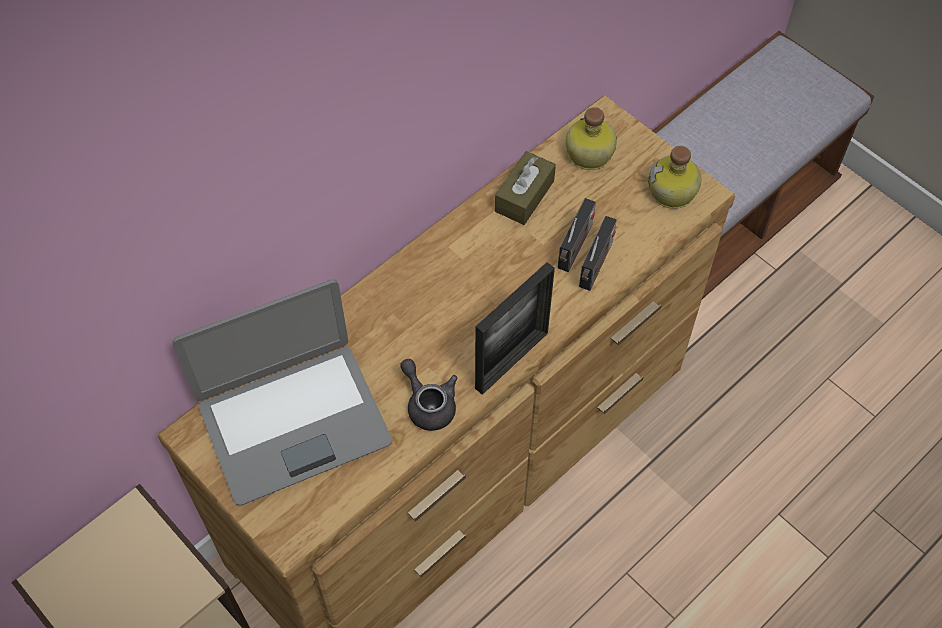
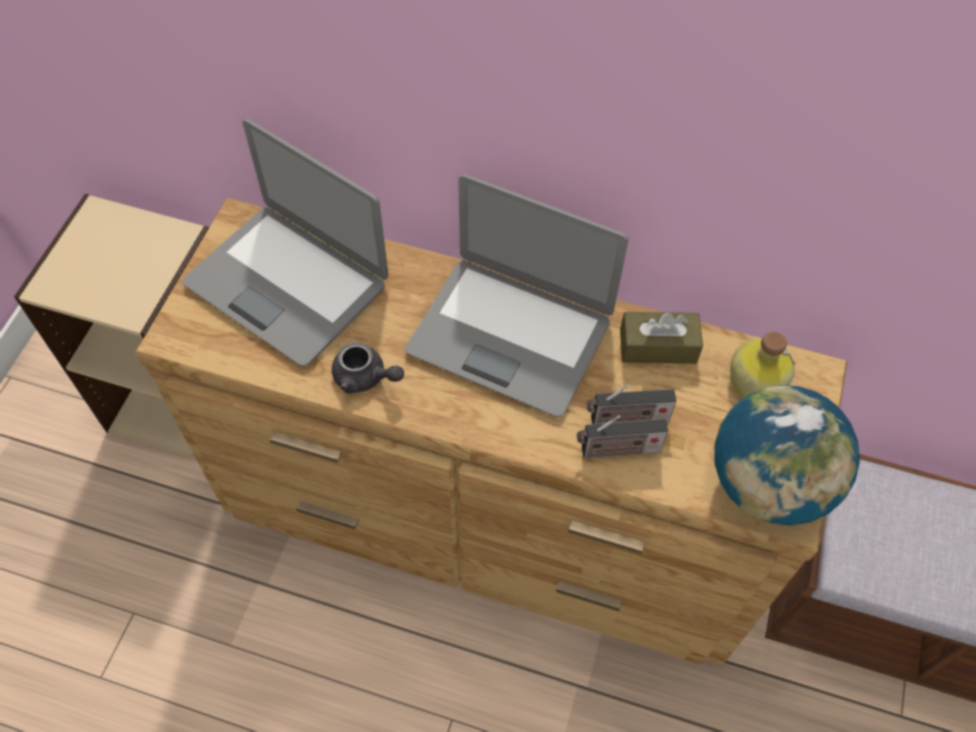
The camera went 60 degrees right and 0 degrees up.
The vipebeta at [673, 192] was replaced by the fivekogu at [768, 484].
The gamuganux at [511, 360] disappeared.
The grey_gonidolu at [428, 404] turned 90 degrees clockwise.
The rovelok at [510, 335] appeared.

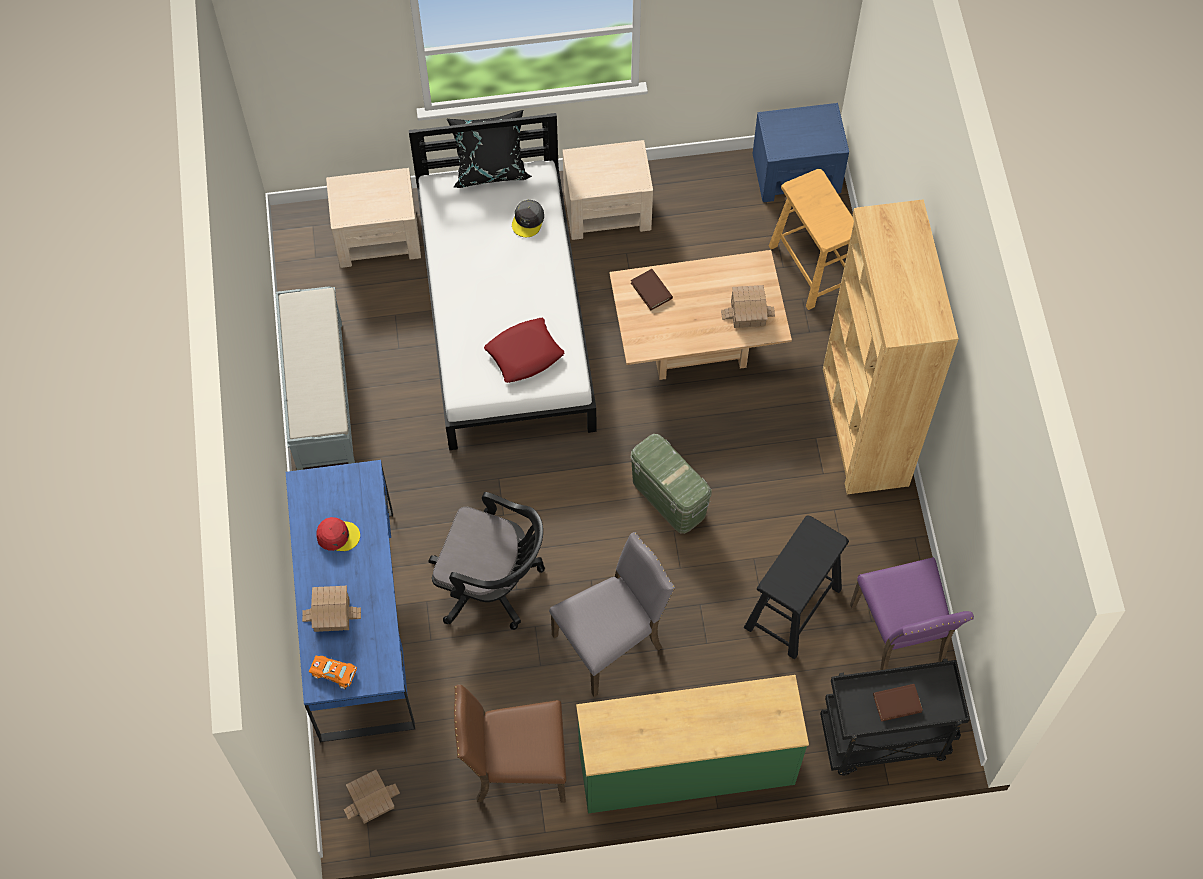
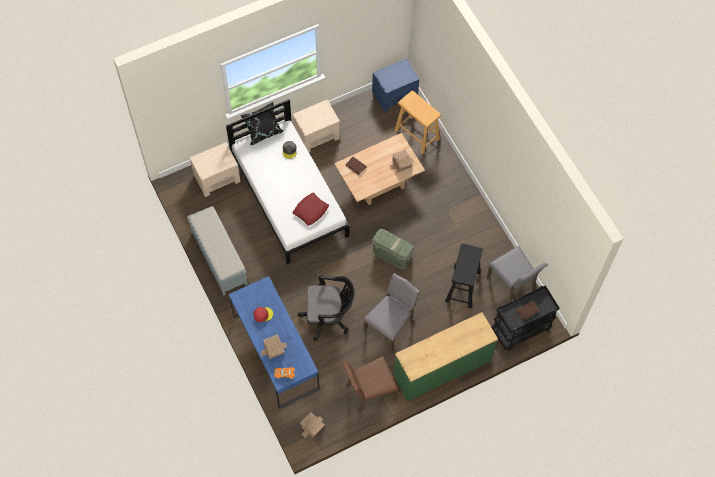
The camera went 20 degrees left and 0 degrees up.
The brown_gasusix at [864, 427] disappeared.
The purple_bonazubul at [900, 636] became the grey_bonazubul at [512, 284].

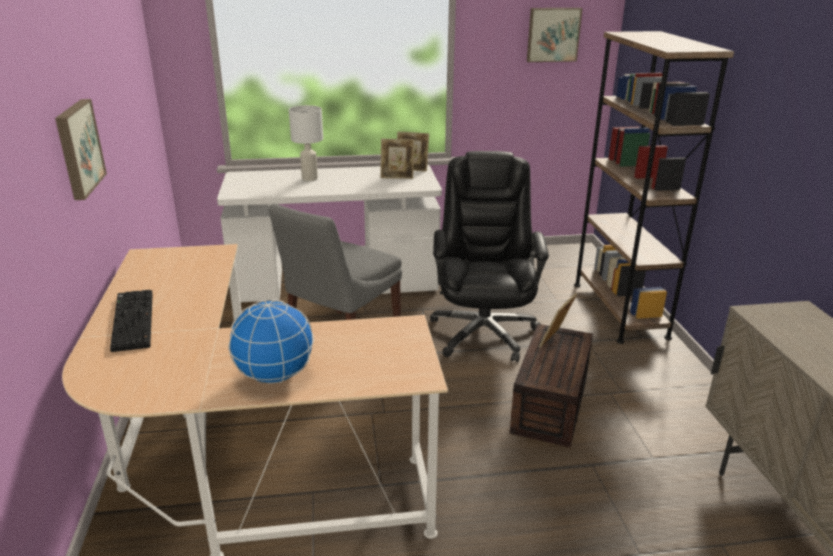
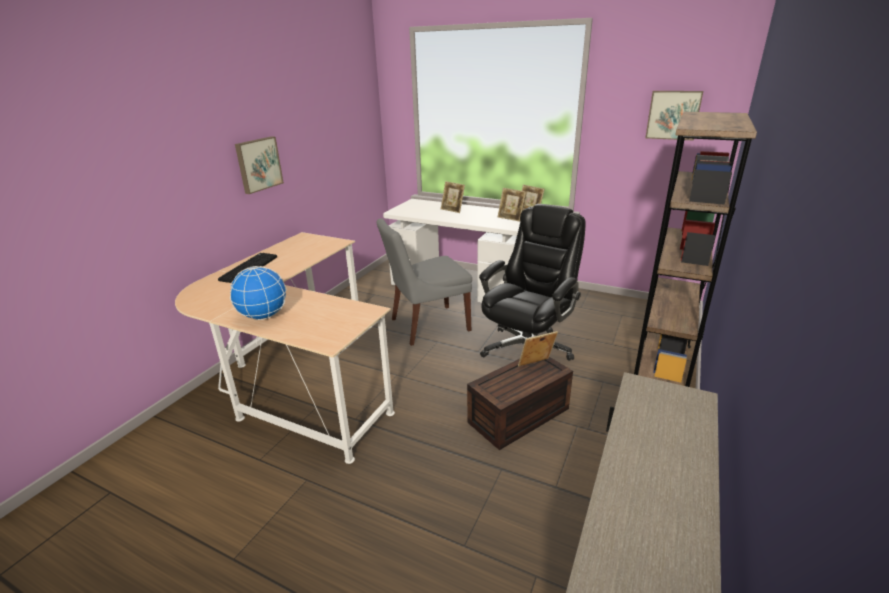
The camera went 35 degrees right and 0 degrees up.
The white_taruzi at [310, 178] was replaced by the gamuganux at [452, 210].

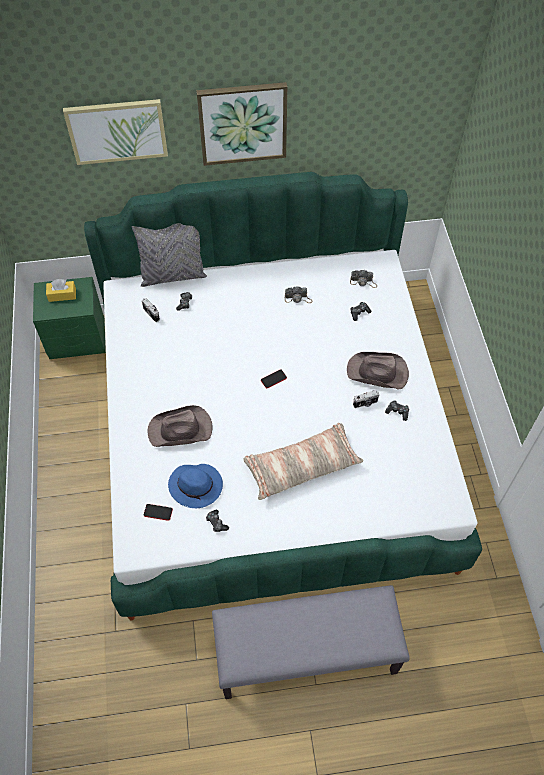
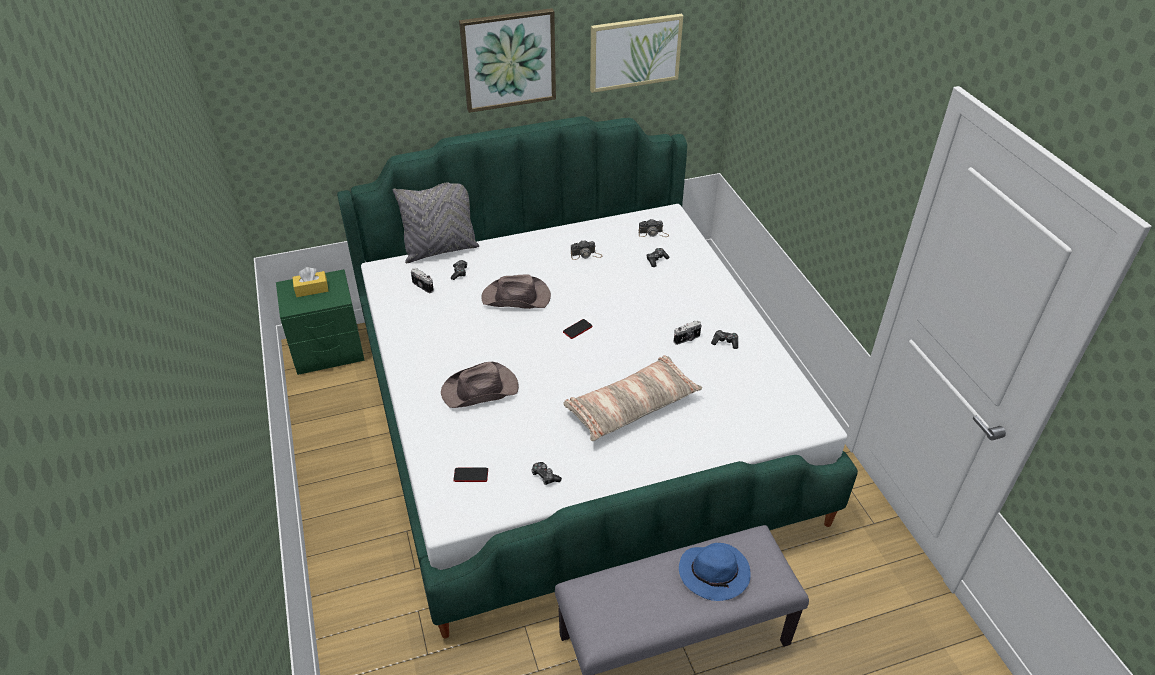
The camera went 10 degrees left and 15 degrees down.
The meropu moved from [117, 131] to [635, 52].
The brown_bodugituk moved from [378, 373] to [517, 298].
The blue_bodugituk moved from [196, 486] to [715, 573].

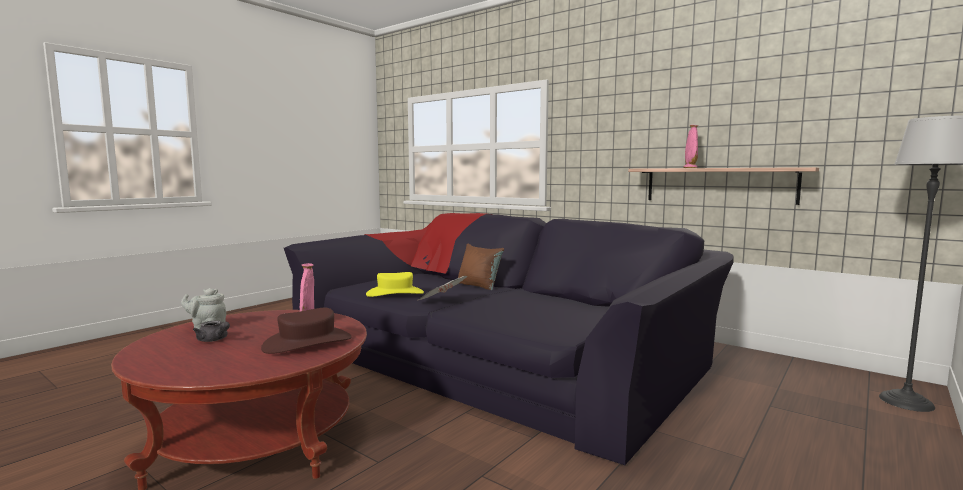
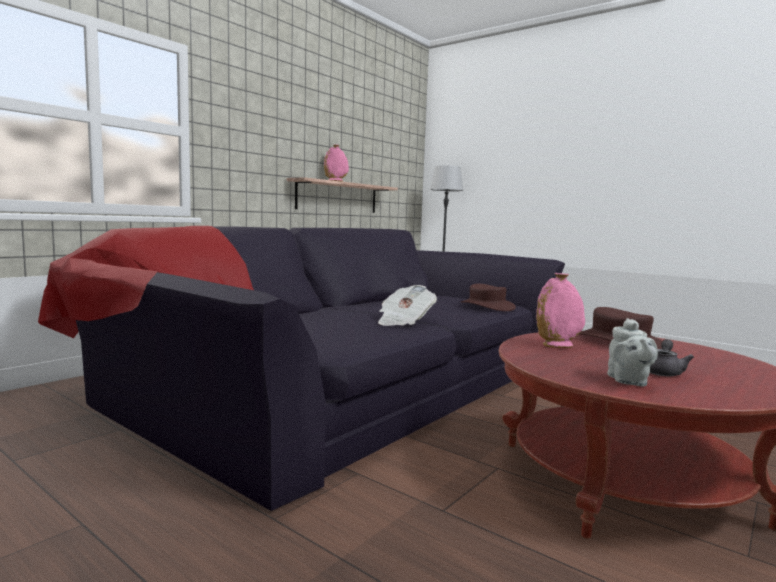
The camera went 90 degrees left and 0 degrees up.
The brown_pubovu at [479, 286] disappeared.
The yellow_bodugituk at [395, 293] disappeared.
The brown_bodugituk at [486, 306] appeared.

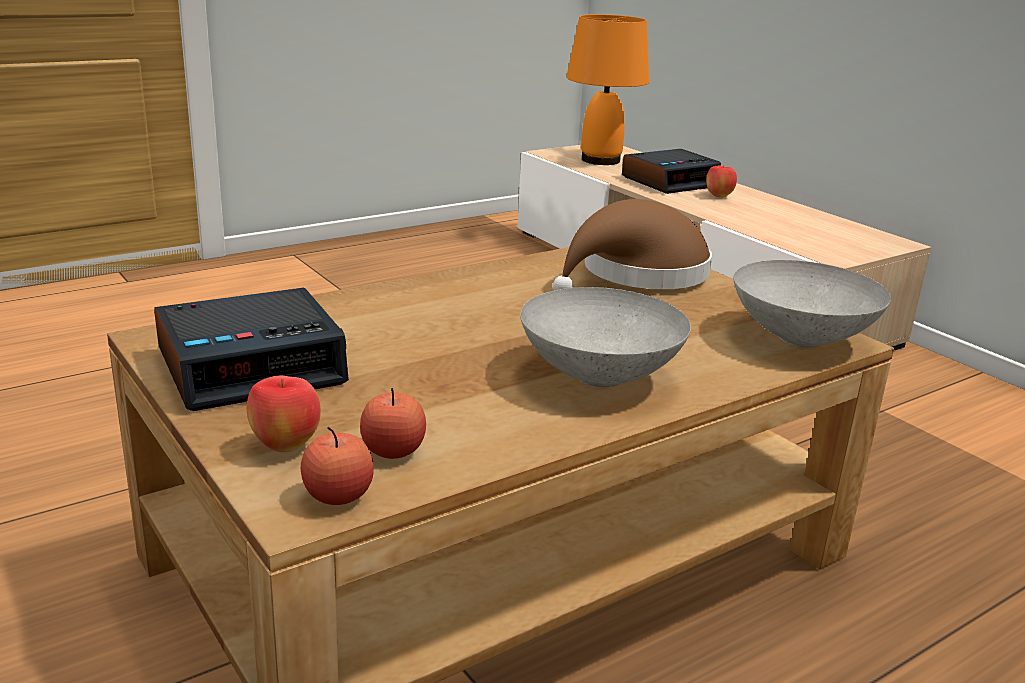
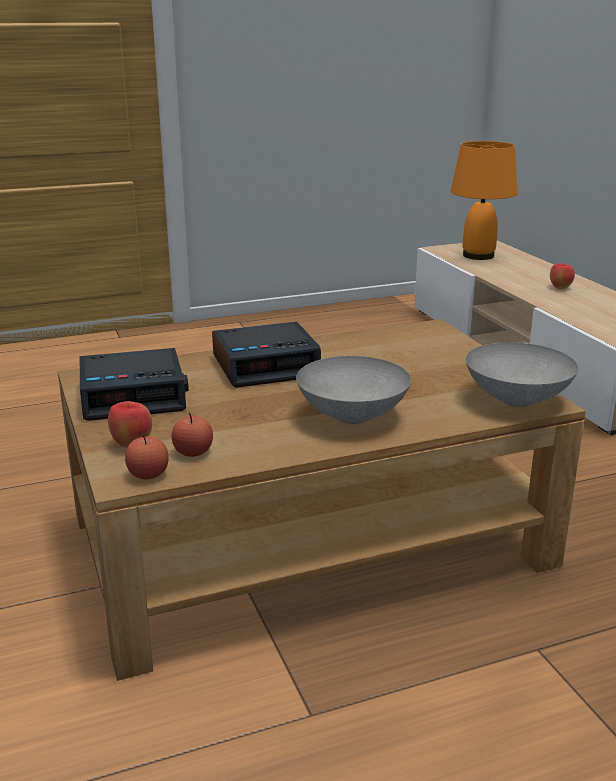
The camera went 15 degrees right and 0 degrees up.
The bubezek moved from [670, 181] to [266, 365].
The brown_bodugituk at [637, 274] disappeared.

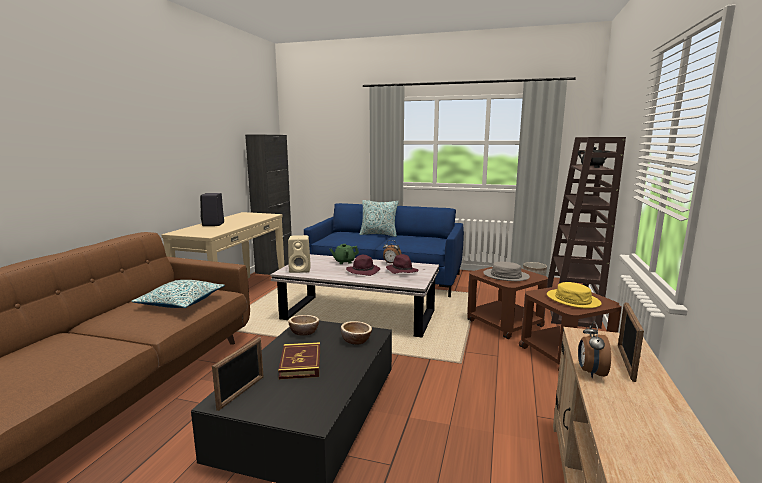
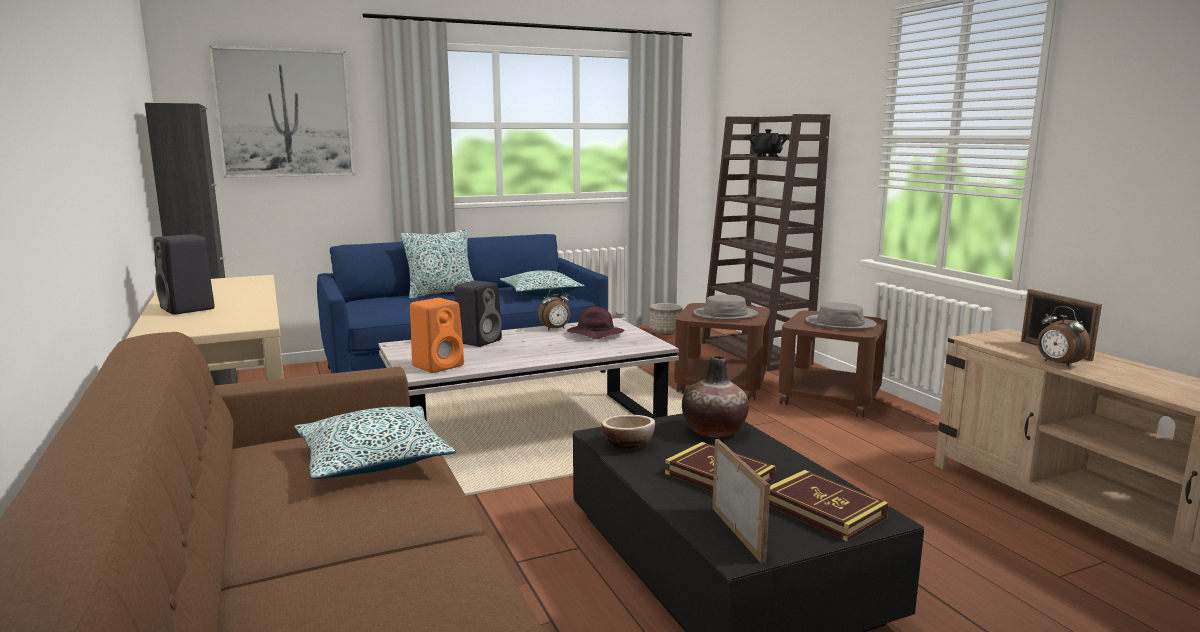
The camera went 40 degrees left and 0 degrees up.
The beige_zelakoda at [300, 270] became the orange_zelakoda at [439, 365].
The green_gonidolu at [344, 262] was replaced by the black_zelakoda at [479, 341].
The purple_bodugituk at [363, 271] disappeared.
The yellow_bodugituk at [573, 300] became the grey_bodugituk at [840, 323].
The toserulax at [356, 340] was replaced by the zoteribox at [714, 430].
The meropu at [285, 113] appeared.
The pubovu at [541, 293] appeared.
The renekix at [823, 510] appeared.

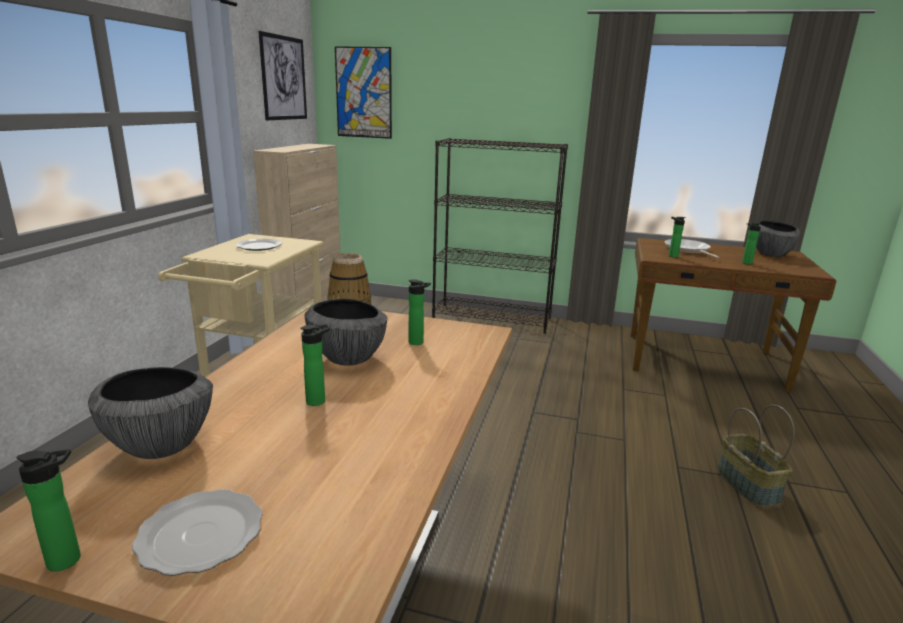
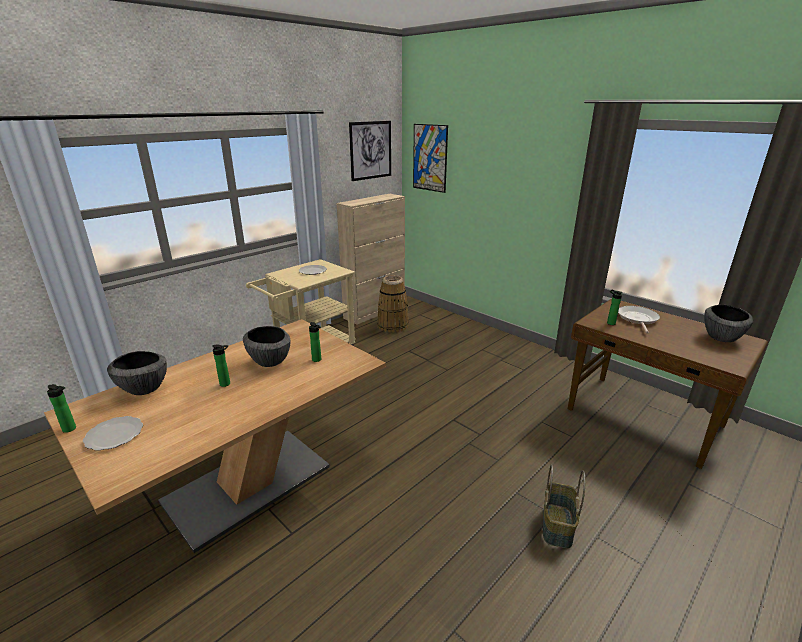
The camera went 30 degrees right and 5 degrees up.
The black_gasusix at [492, 318] disappeared.
The vipebeta at [745, 263] disappeared.

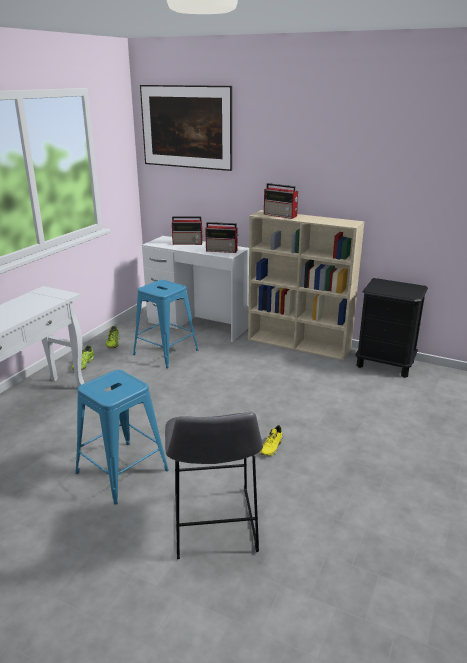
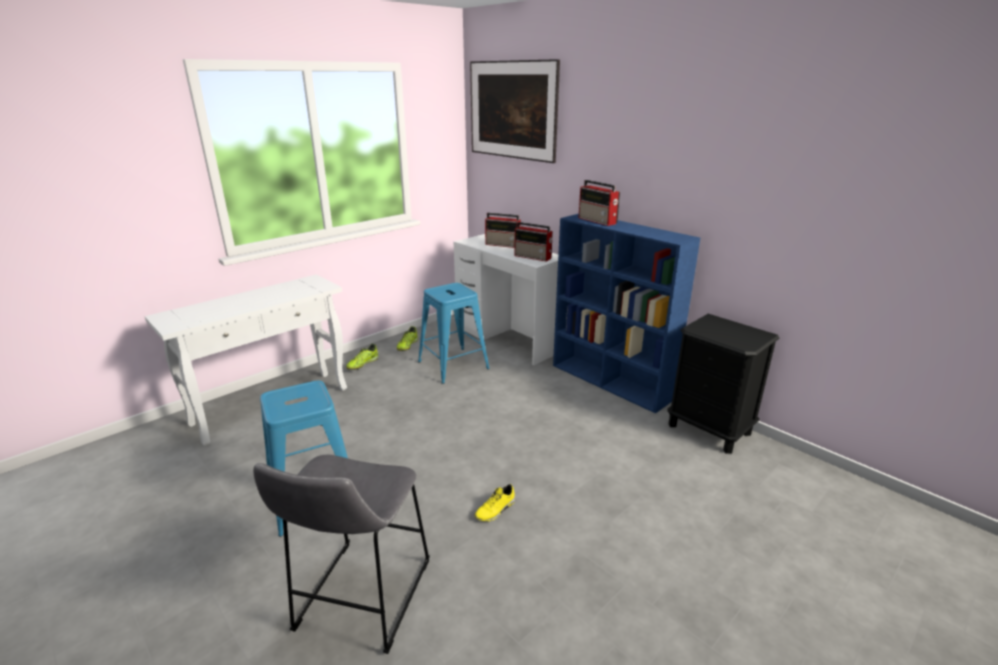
The camera went 20 degrees right and 0 degrees up.
The beige_gasusix at [299, 344] became the blue_gasusix at [611, 382].

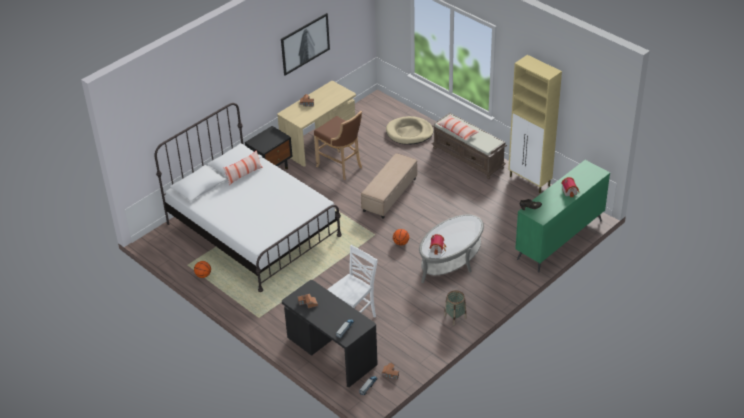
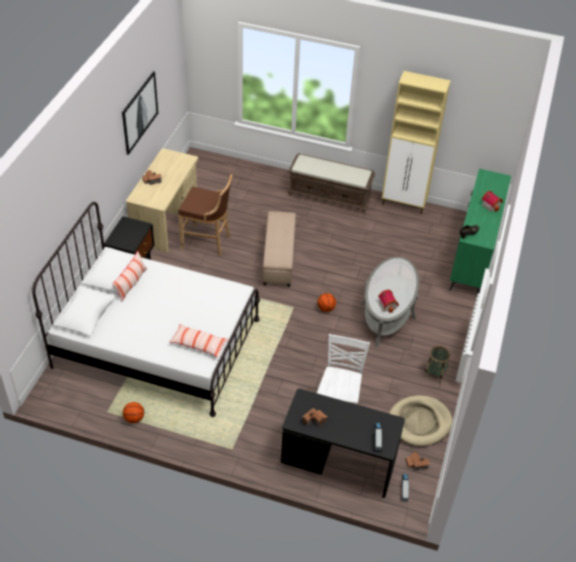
The camera went 30 degrees left and 5 degrees up.
The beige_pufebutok moved from [409, 133] to [419, 422].
The pubovu moved from [457, 131] to [199, 344].

